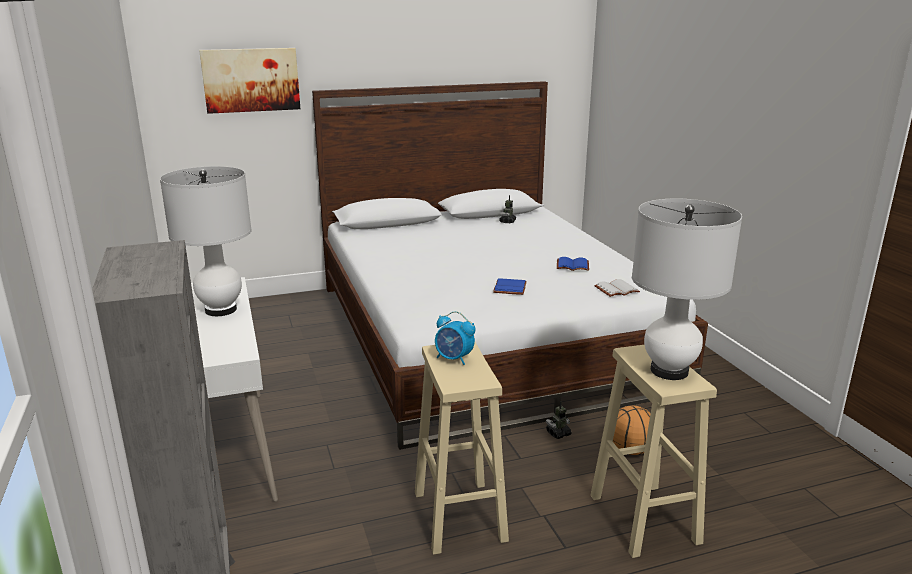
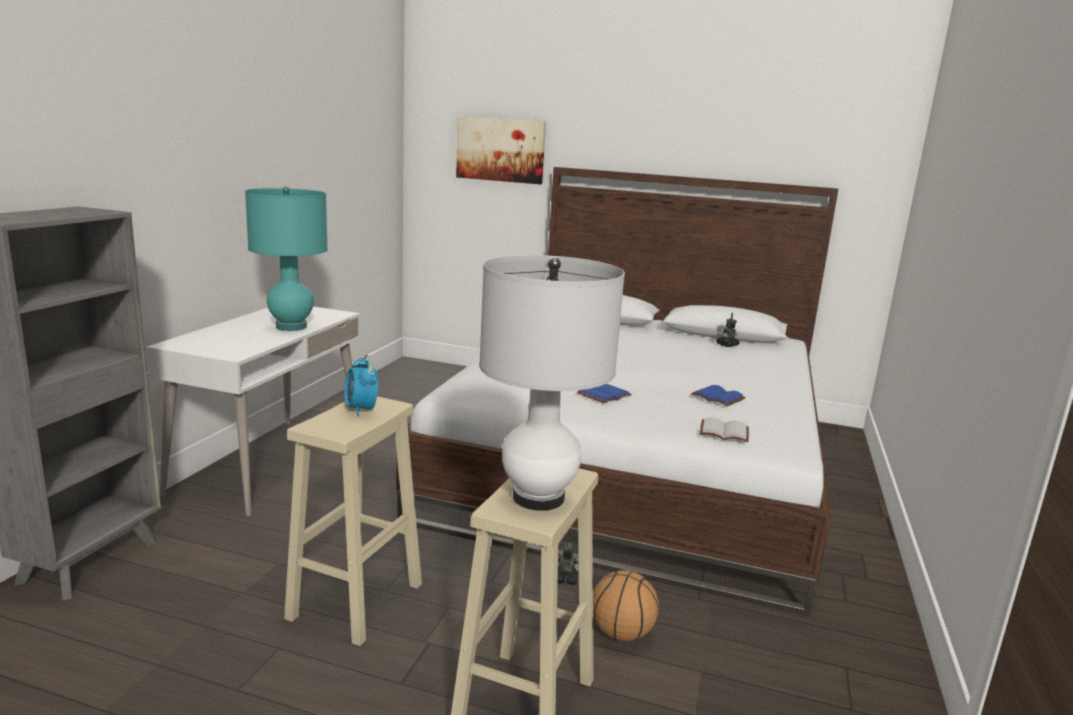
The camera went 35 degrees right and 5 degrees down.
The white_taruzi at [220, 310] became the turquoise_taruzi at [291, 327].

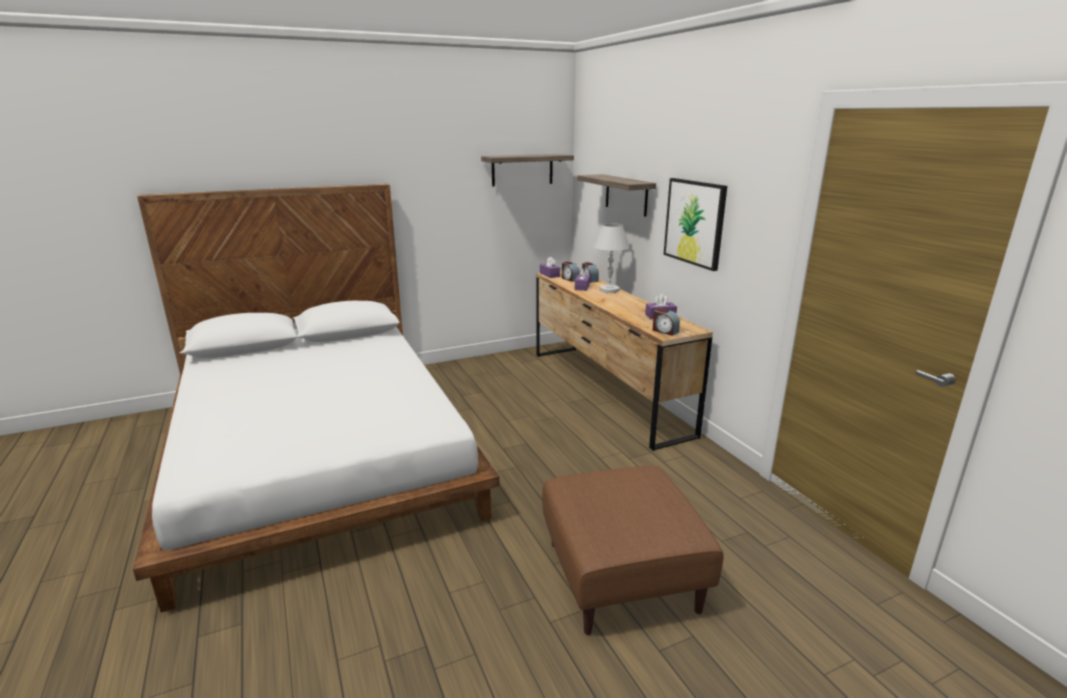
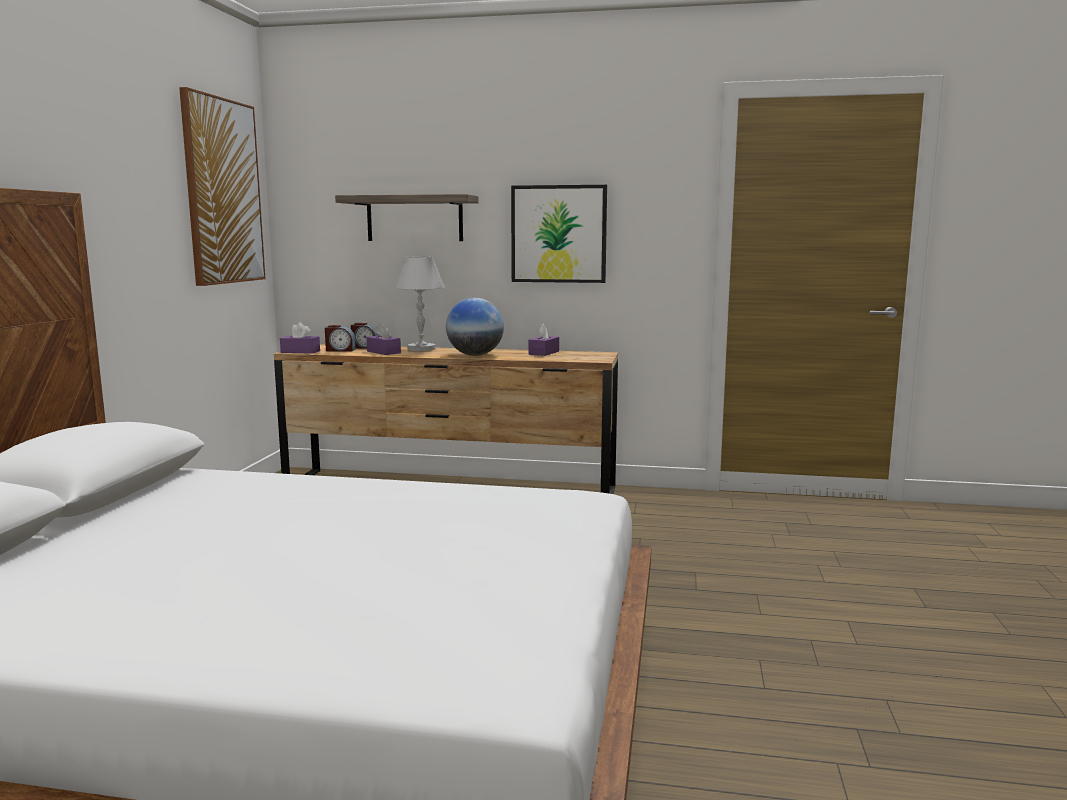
The camera went 55 degrees left and 10 degrees down.
The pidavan at [522, 170] was replaced by the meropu at [223, 192].
The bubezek at [664, 331] disappeared.
The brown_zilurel at [622, 576] disappeared.
The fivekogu at [475, 355] appeared.

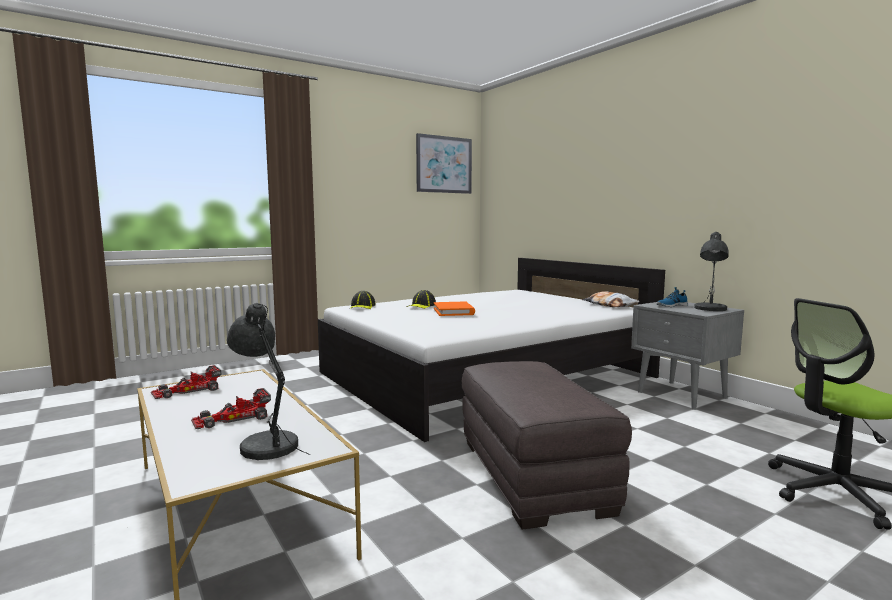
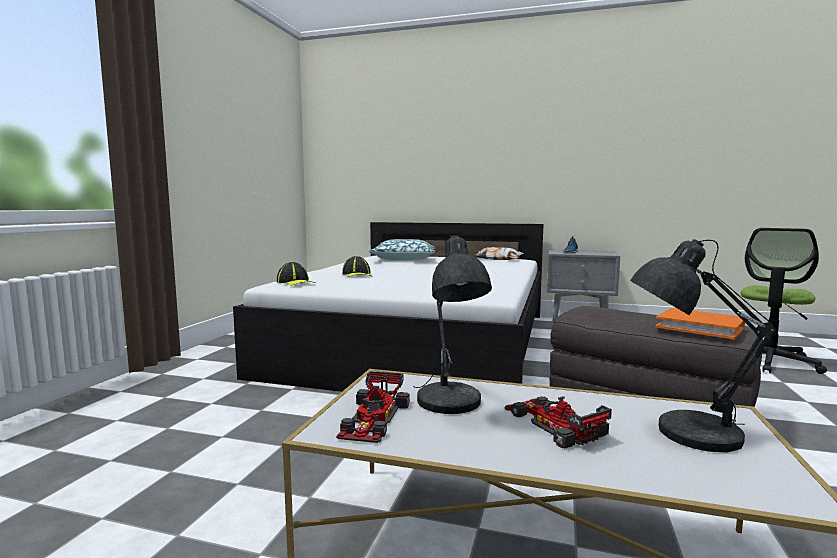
The camera went 40 degrees left and 0 degrees up.
The meropu at [444, 164] disappeared.
The grey_taruzi moved from [709, 309] to [450, 404].
The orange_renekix moved from [453, 311] to [700, 327].
The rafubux at [232, 418] turned 135 degrees clockwise.
The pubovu at [404, 259] appeared.

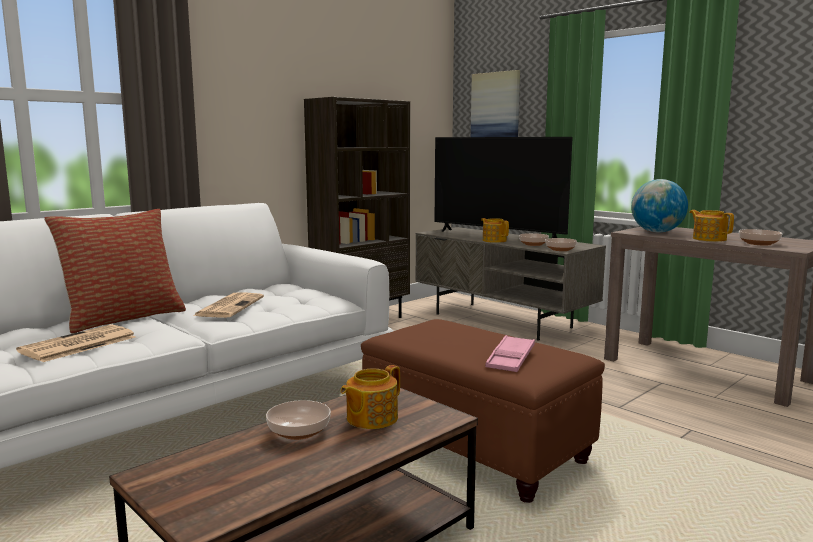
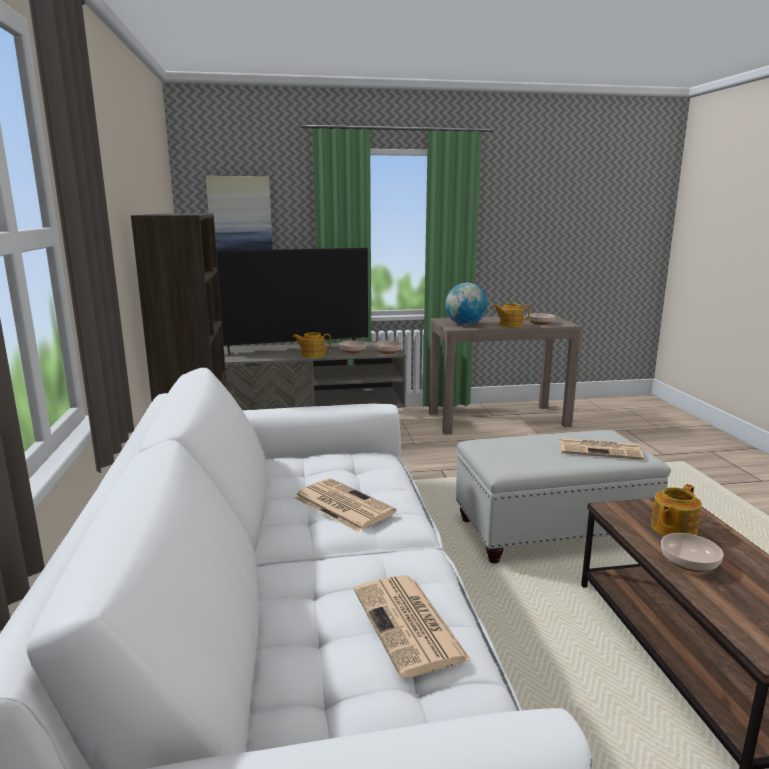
The camera went 55 degrees left and 5 degrees up.
The pubovu at [123, 318] disappeared.
The brown_zilurel at [476, 448] became the white_zilurel at [553, 532].
The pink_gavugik at [510, 359] was replaced by the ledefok at [600, 450].
The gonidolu at [370, 418] turned 60 degrees clockwise.

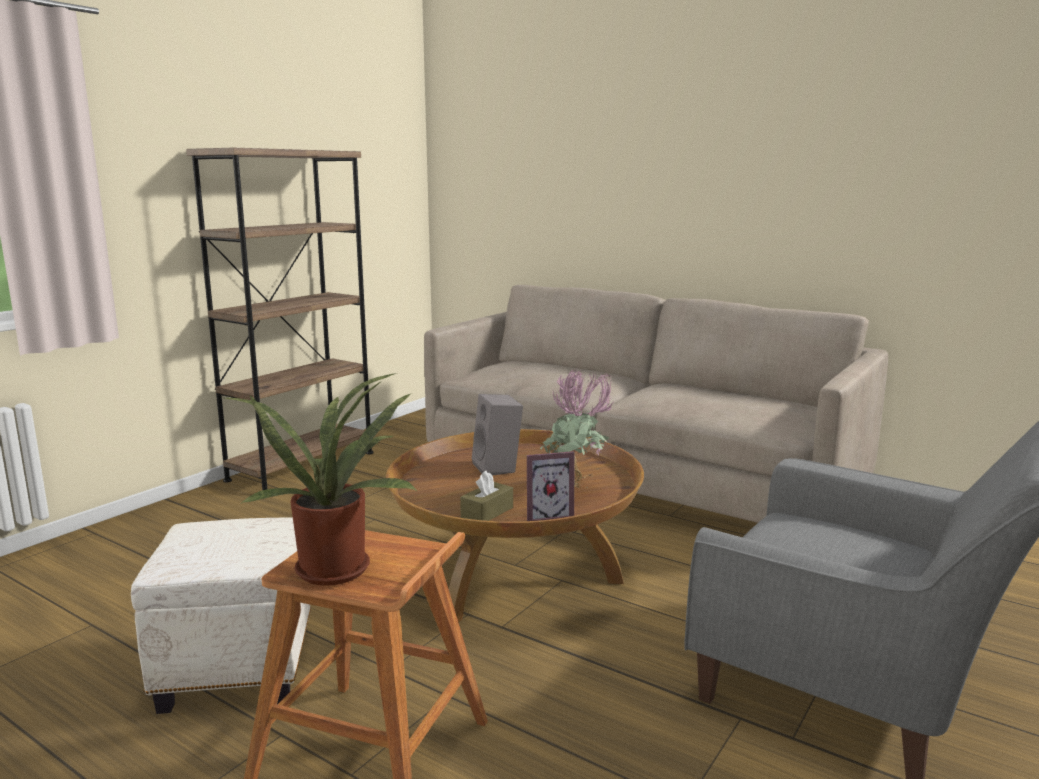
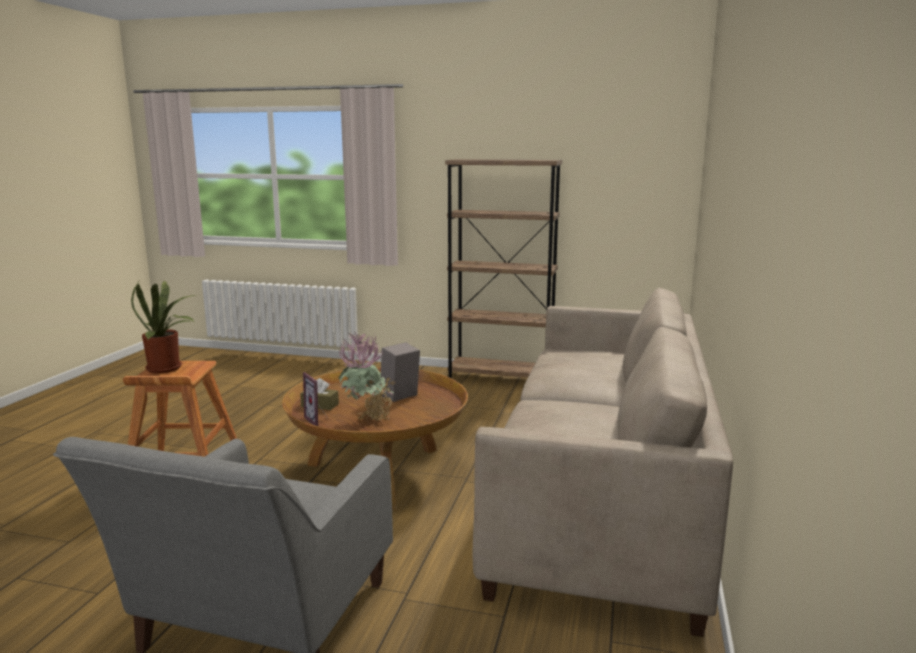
The camera went 70 degrees right and 0 degrees up.
The white_zilurel at [236, 667] disappeared.

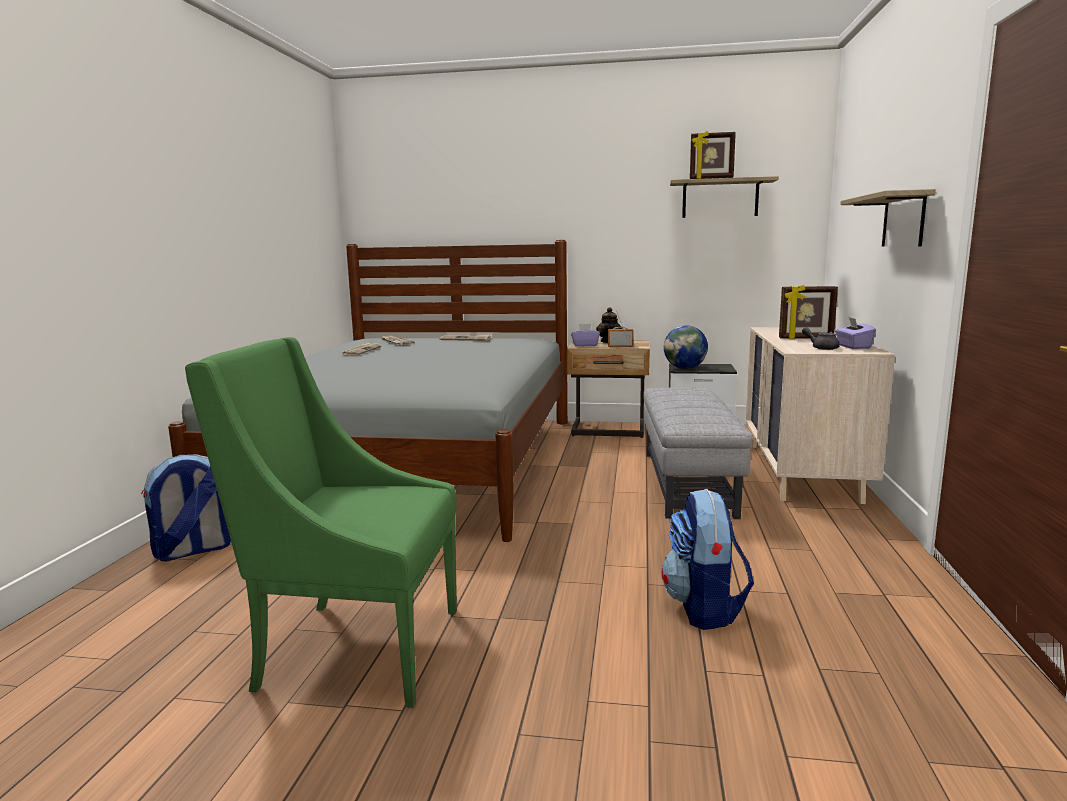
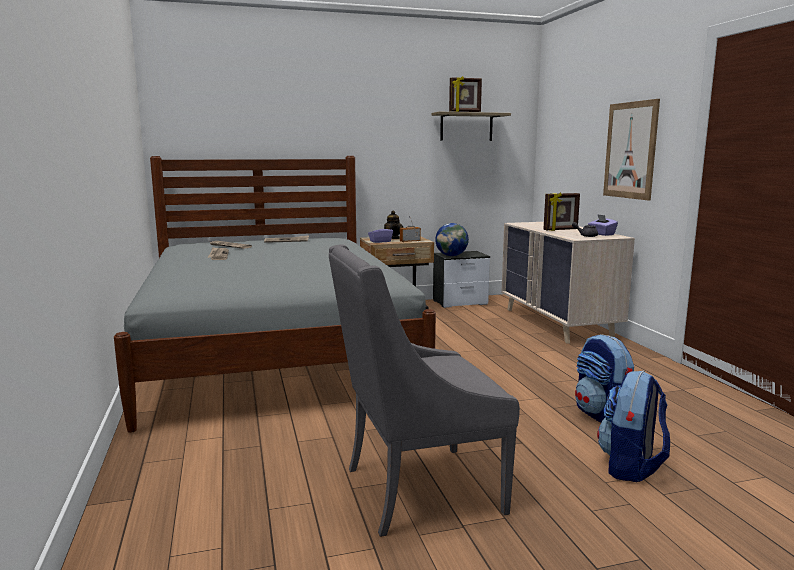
The camera went 25 degrees left and 0 degrees up.
The pidavan at [903, 220] was replaced by the meropu at [630, 150].
The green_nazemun at [354, 648] became the grey_nazemun at [417, 490].
The grey_zilurel at [686, 482] disappeared.
The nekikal moved from [193, 550] to [631, 467].

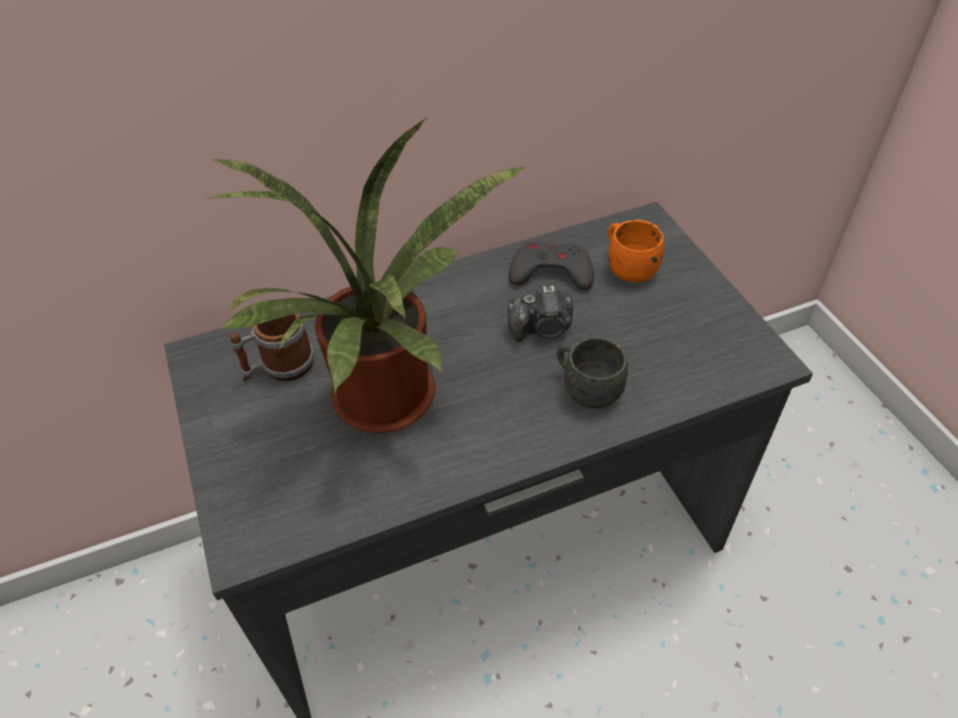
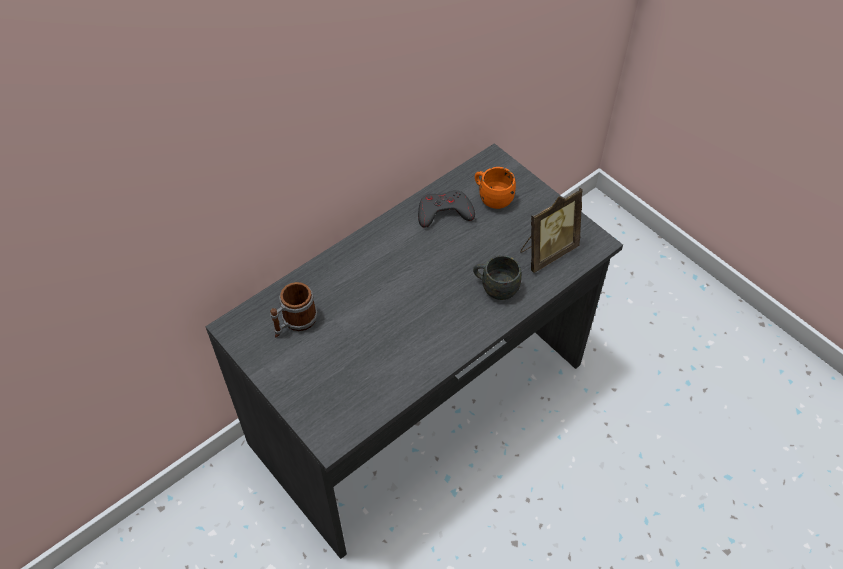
The camera went 20 degrees left and 5 degrees up.
The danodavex at [386, 406] disappeared.
The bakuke at [542, 328] disappeared.
The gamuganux at [546, 252] appeared.

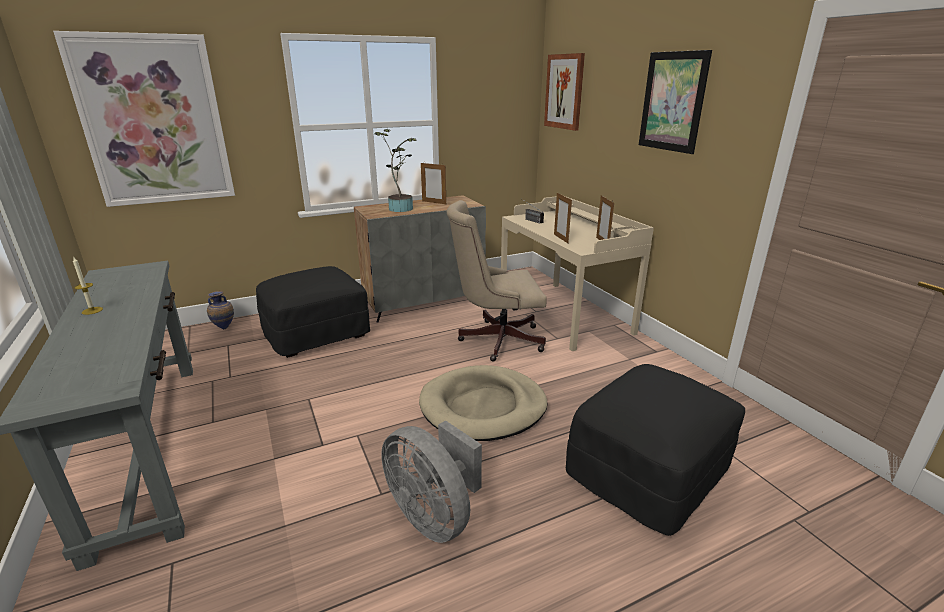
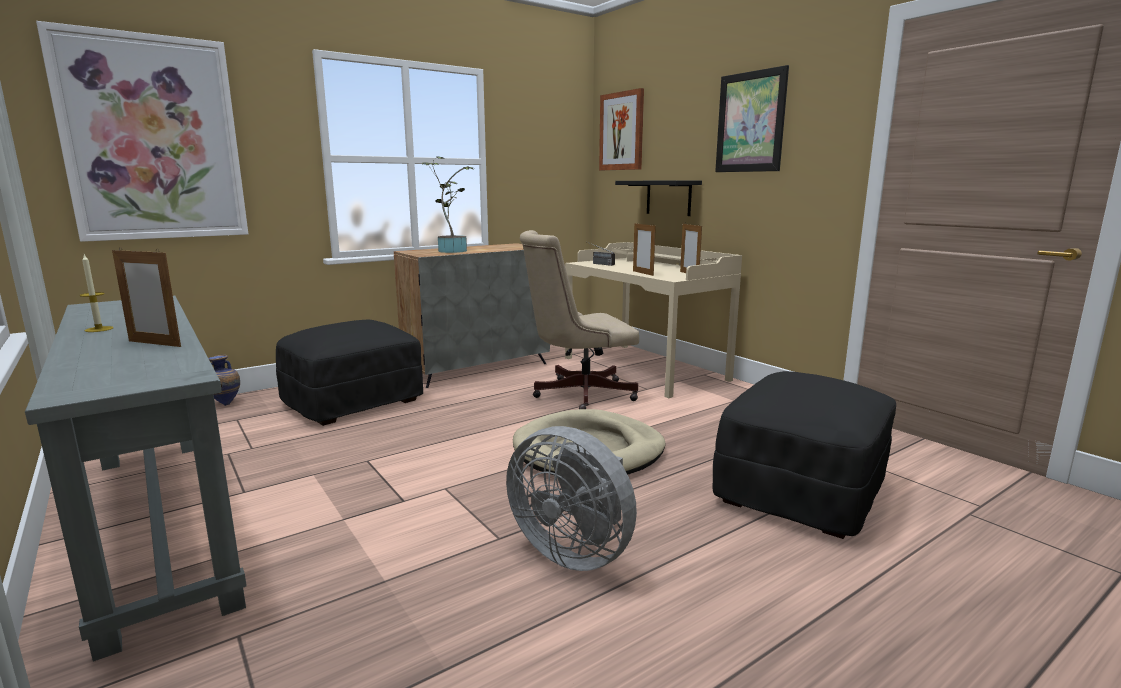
The camera went 10 degrees left and 10 degrees down.
The gamuganux moved from [434, 202] to [154, 343].
The black_pidavan at [668, 197] appeared.

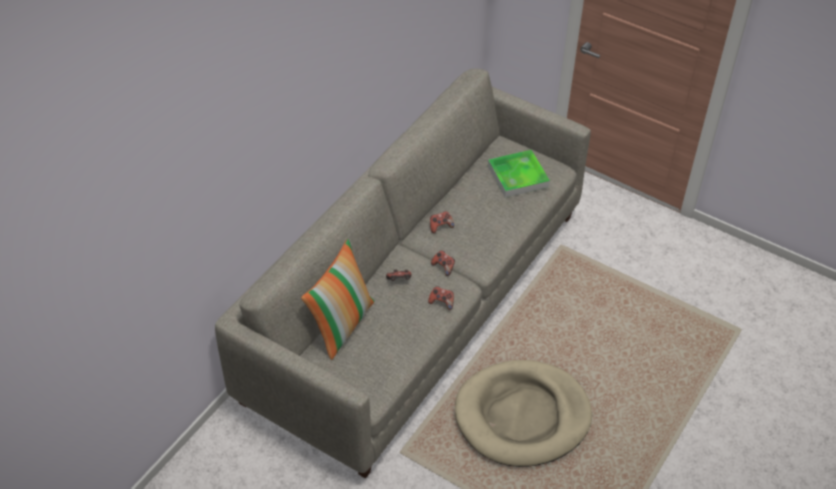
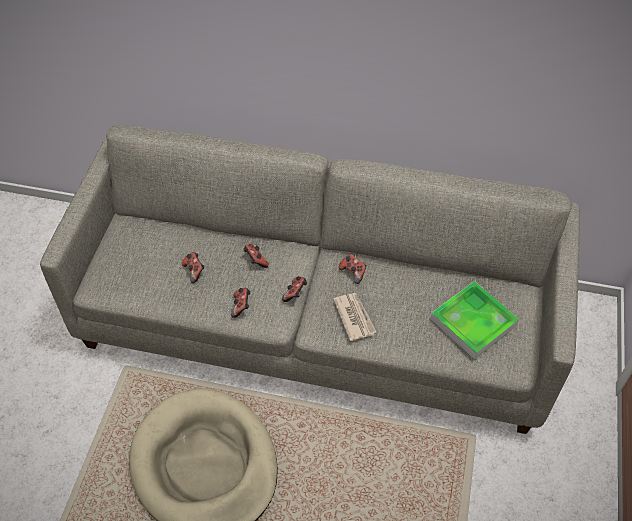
The camera went 70 degrees right and 5 degrees up.
The pubovu at [341, 324] disappeared.
The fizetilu at [194, 271] appeared.
The ledefok at [354, 317] appeared.

